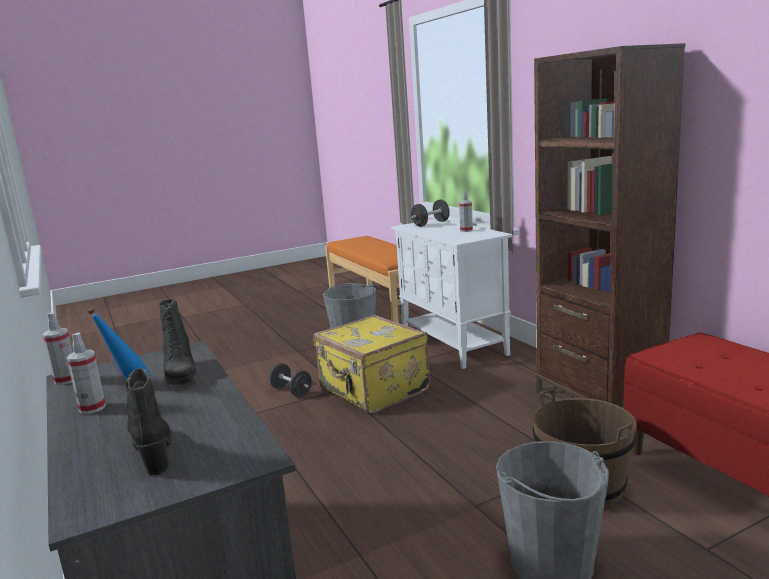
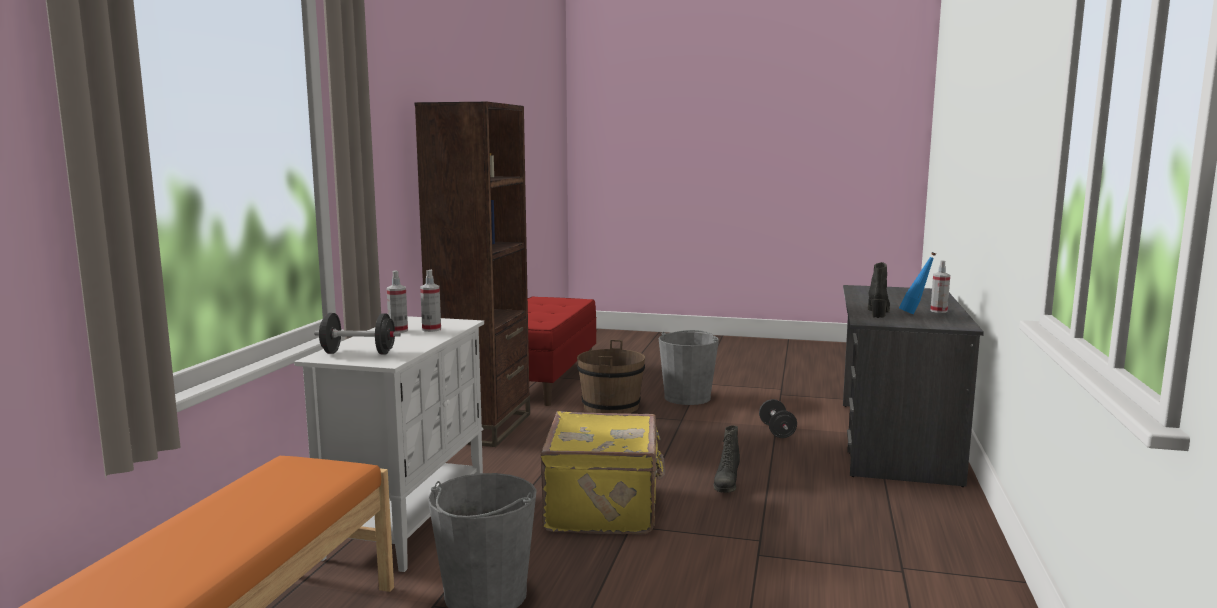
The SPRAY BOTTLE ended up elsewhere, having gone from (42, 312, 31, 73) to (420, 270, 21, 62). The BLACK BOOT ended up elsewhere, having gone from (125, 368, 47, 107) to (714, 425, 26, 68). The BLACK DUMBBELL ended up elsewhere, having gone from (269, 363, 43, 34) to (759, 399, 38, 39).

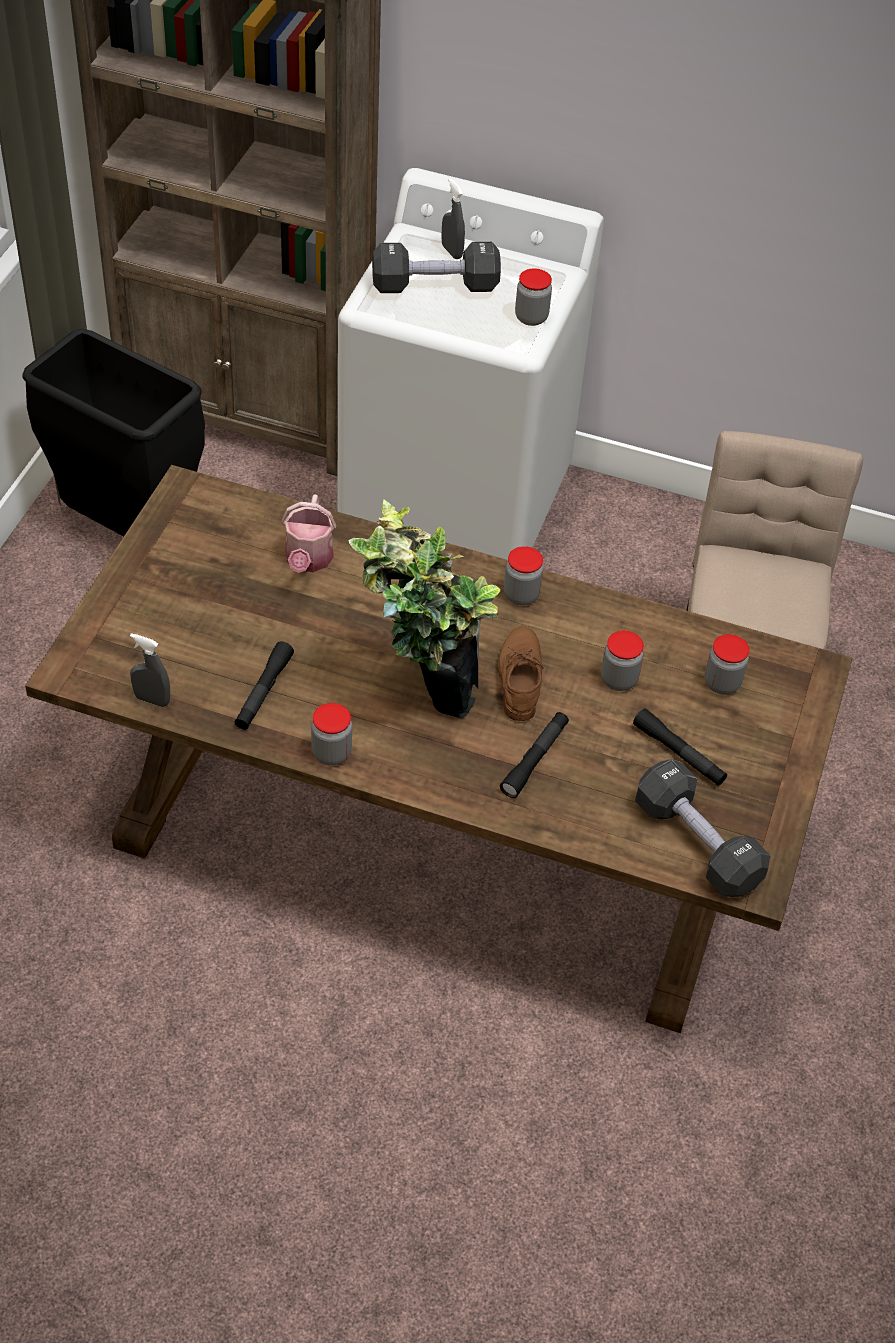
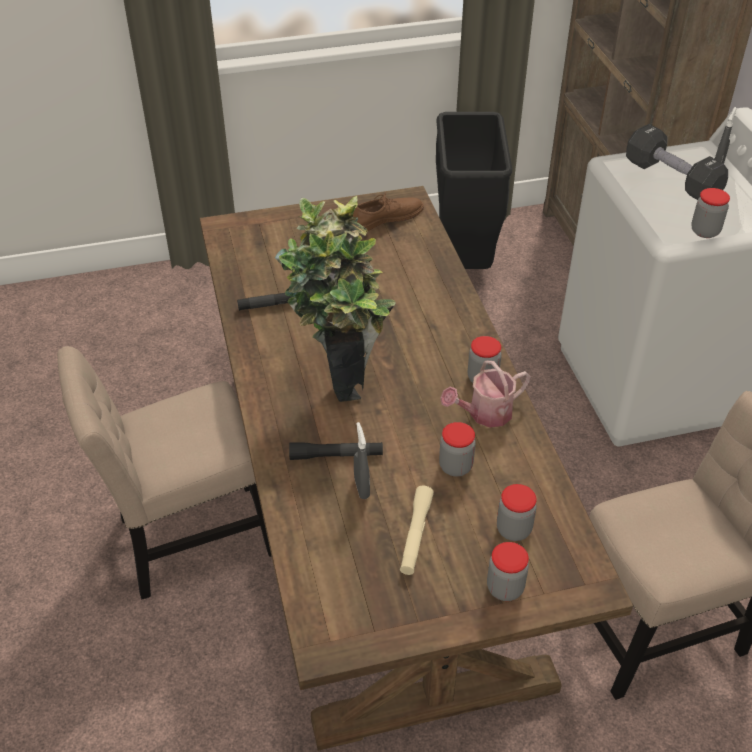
The GREY SPRAY BOTTLE ended up elsewhere, having gone from (130, 633, 40, 74) to (354, 422, 16, 77). The WATERING CAN ended up elsewhere, having gone from (282, 495, 54, 78) to (440, 361, 91, 66). The JAR ended up elsewhere, having gone from (311, 703, 41, 62) to (487, 542, 42, 59). The BROWN SHOE ended up elsewhere, having gone from (497, 627, 46, 94) to (352, 192, 72, 39). What was the BLACK FLASHLIGHT at (633, 709, 94, 77) turned into the BEIGE FLASHLIGHT at (400, 486, 34, 89). The second view lost the BLACK DUMBBELL at (635, 759, 135, 138). The second view gained the BEIGE CHAIR at (57, 346, 214, 253).

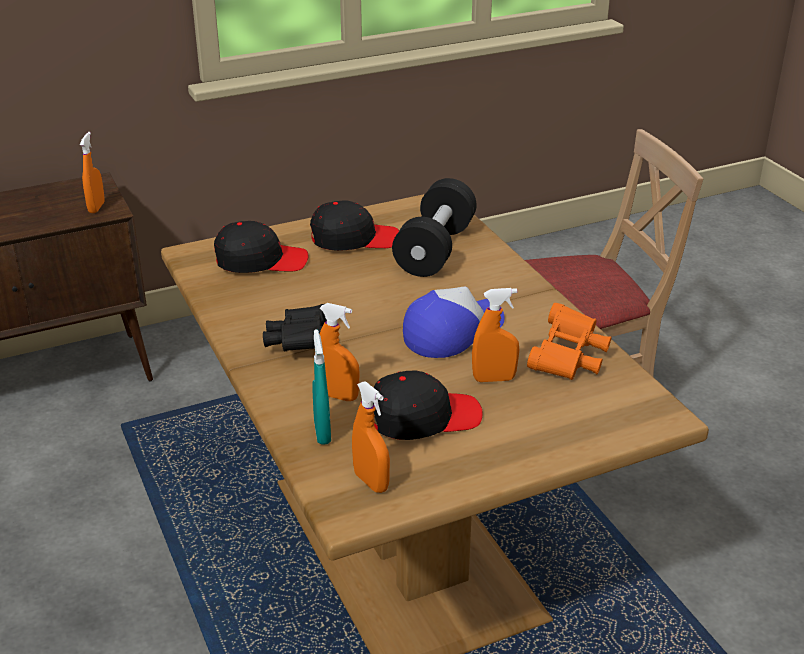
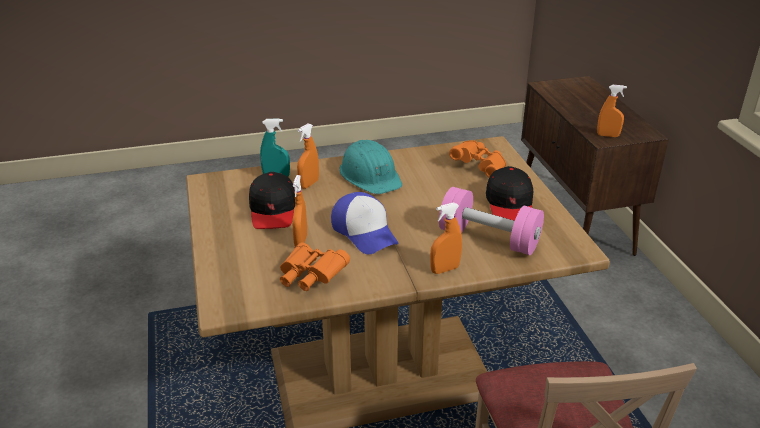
Where the BLACK CAP stood at (214, 221, 94, 52), the ORANGE BINOCULARS came to stand at (449, 140, 57, 37). Where the BLACK BINOCULARS stood at (263, 304, 64, 47), the TURQUOISE HARD HAT came to stand at (339, 140, 64, 54). The ORANGE SPRAY BOTTLE ended up elsewhere, having gone from (352, 381, 38, 112) to (430, 202, 32, 72). What was the BLACK DUMBBELL at (392, 178, 85, 99) turned into the PINK DUMBBELL at (439, 187, 105, 68).

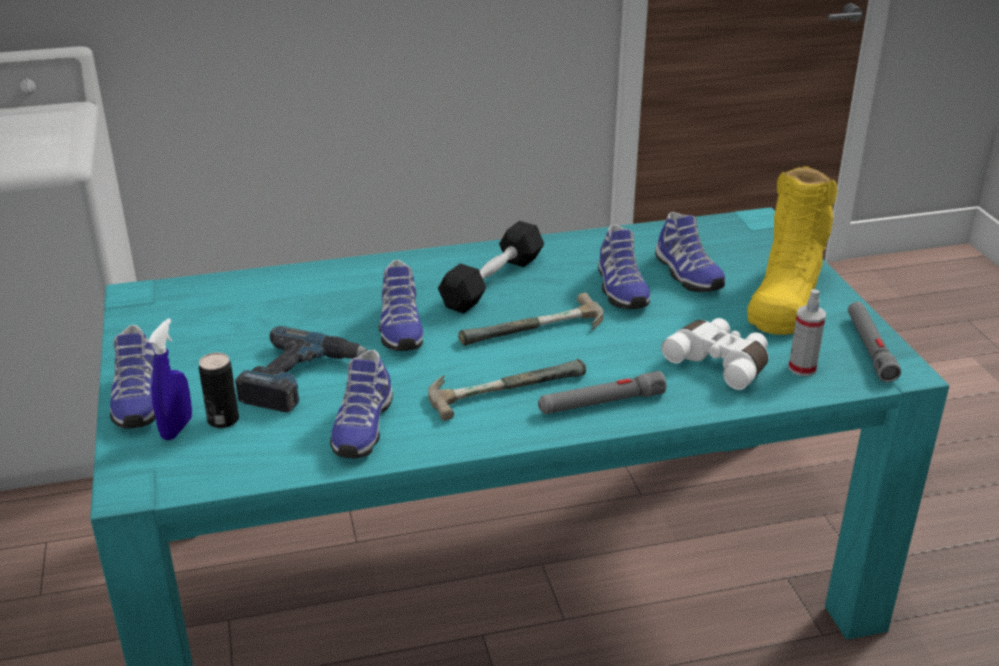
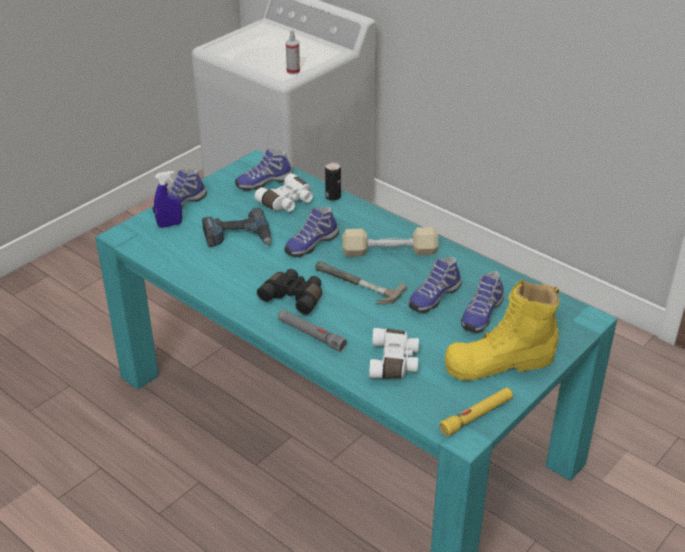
The CAN ended up elsewhere, having gone from (199, 352, 40, 76) to (325, 162, 16, 39). The SHOE ended up elsewhere, having gone from (330, 350, 63, 109) to (235, 149, 58, 42). Where the HAMMER stood at (428, 359, 158, 62), the BLACK BINOCULARS came to stand at (257, 269, 65, 46). What was the BLACK DUMBBELL at (438, 221, 106, 93) turned into the BEIGE DUMBBELL at (342, 227, 96, 30). The SPRAY BOTTLE ended up elsewhere, having gone from (788, 289, 38, 87) to (286, 30, 14, 45). What was the GREY FLASHLIGHT at (848, 302, 53, 80) turned into the YELLOW FLASHLIGHT at (439, 387, 74, 49). The second view gained the WHITE BINOCULARS at (255, 173, 58, 39).

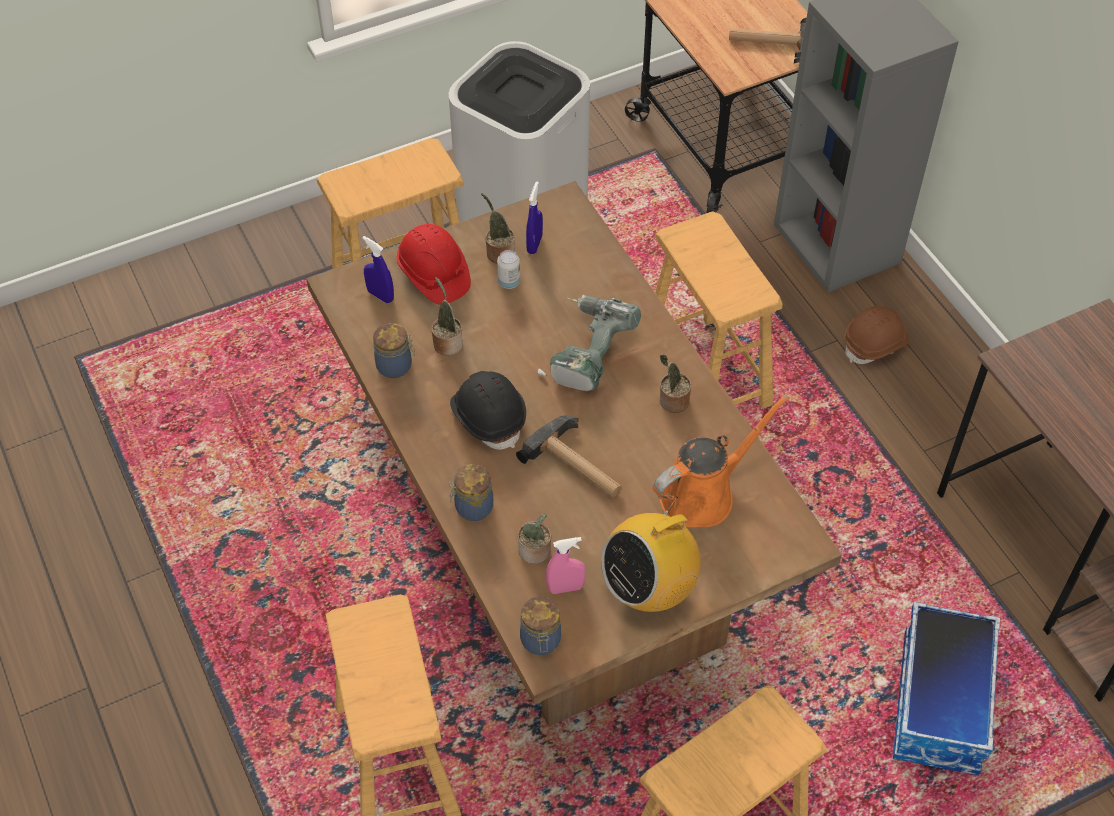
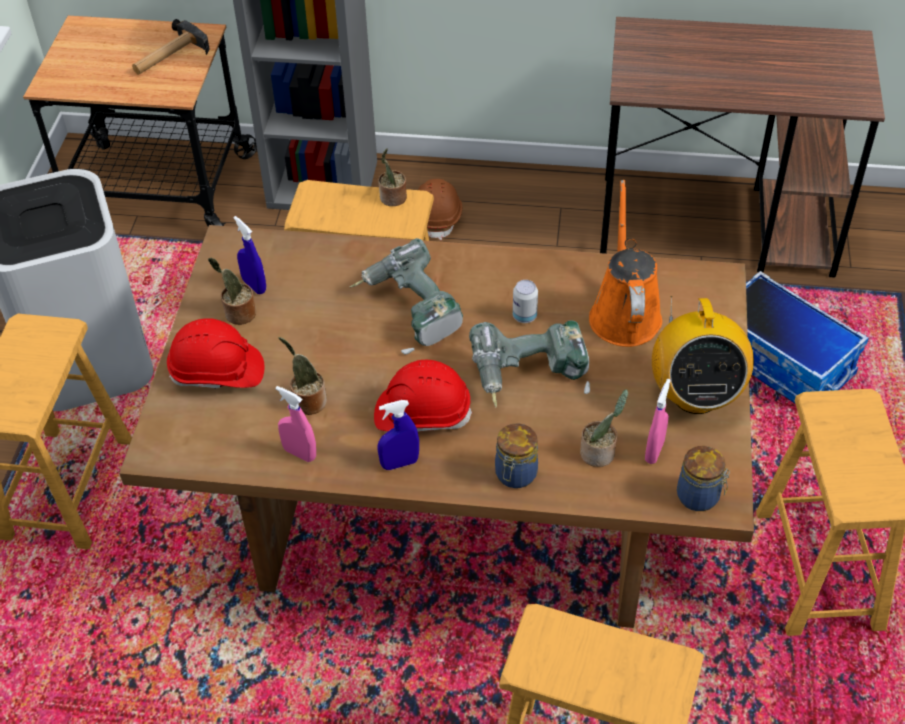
The BLUE SPRAY BOTTLE ended up elsewhere, having gone from (362, 236, 32, 67) to (378, 400, 41, 70). Where the JAR stood at (373, 323, 42, 55), the PINK SPRAY BOTTLE came to stand at (275, 386, 41, 76). What was the BLACK HARD HAT at (450, 371, 76, 79) turned into the RED HARD HAT at (374, 360, 98, 72). The CAN ended up elsewhere, having gone from (497, 250, 23, 39) to (513, 280, 25, 43). Where the HAMMER stood at (516, 415, 106, 82), the POWER DRILL came to stand at (469, 321, 121, 87). The POTTED PLANT ended up elsewhere, having gone from (660, 354, 31, 59) to (378, 148, 29, 58).

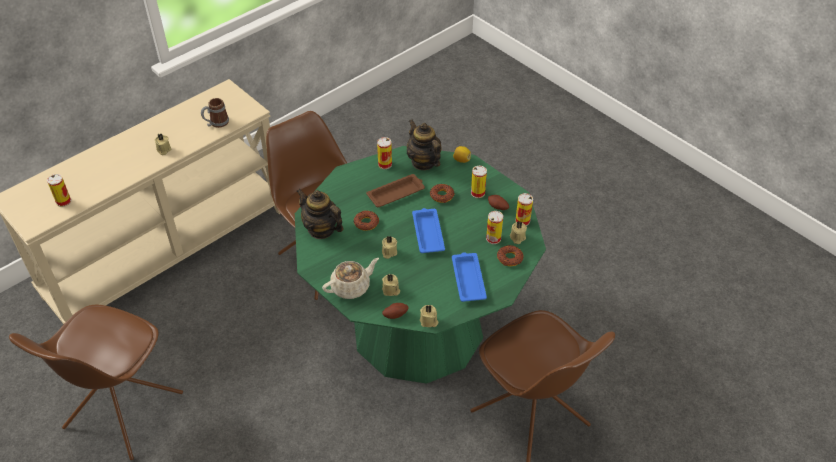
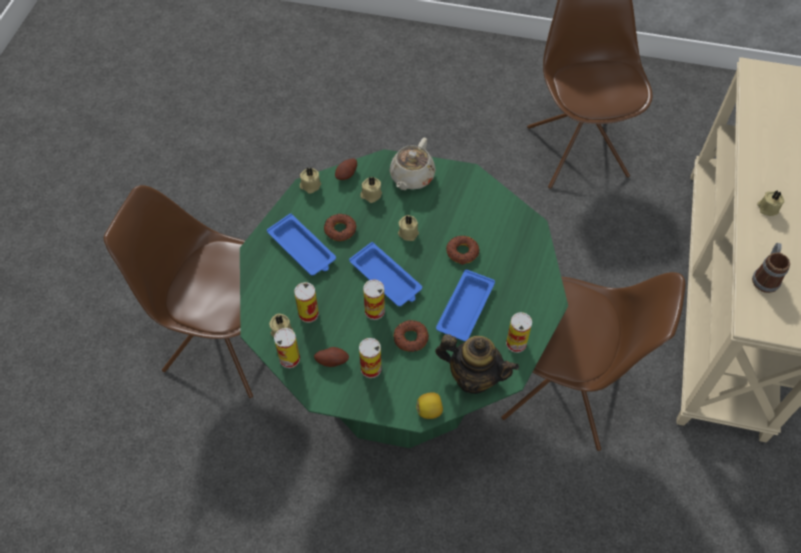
The CAN ended up elsewhere, having gone from (47, 174, 24, 33) to (363, 279, 22, 41). The second view lost the TEAPOT at (296, 189, 48, 50). What was the BROWN TRAY at (366, 174, 59, 33) turned into the BLUE TRAY at (436, 269, 59, 72). The DONUT ended up elsewhere, having gone from (497, 245, 26, 21) to (324, 214, 32, 27).

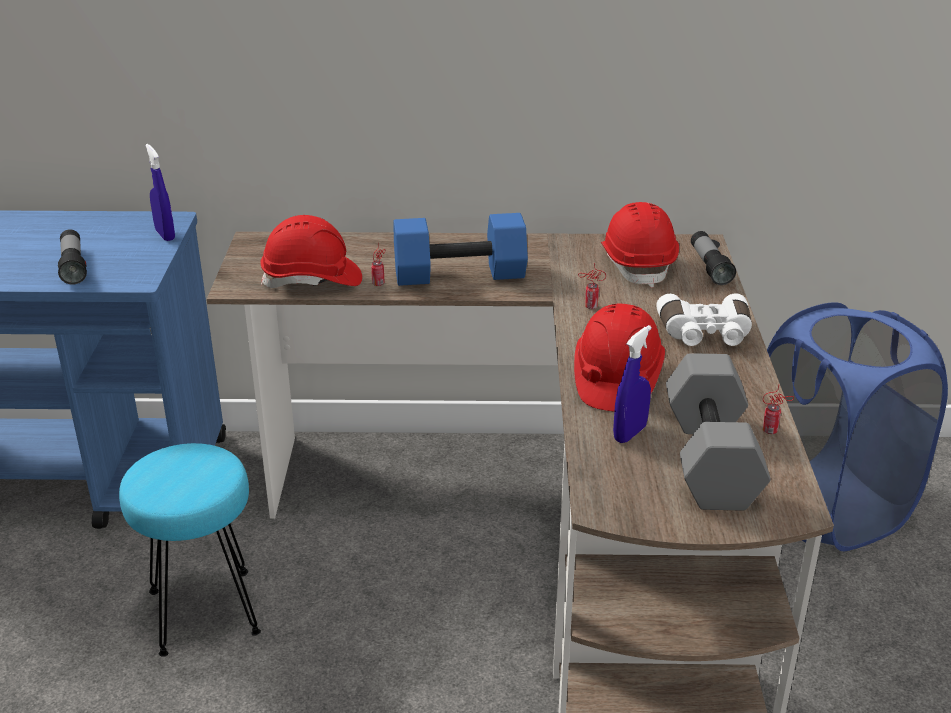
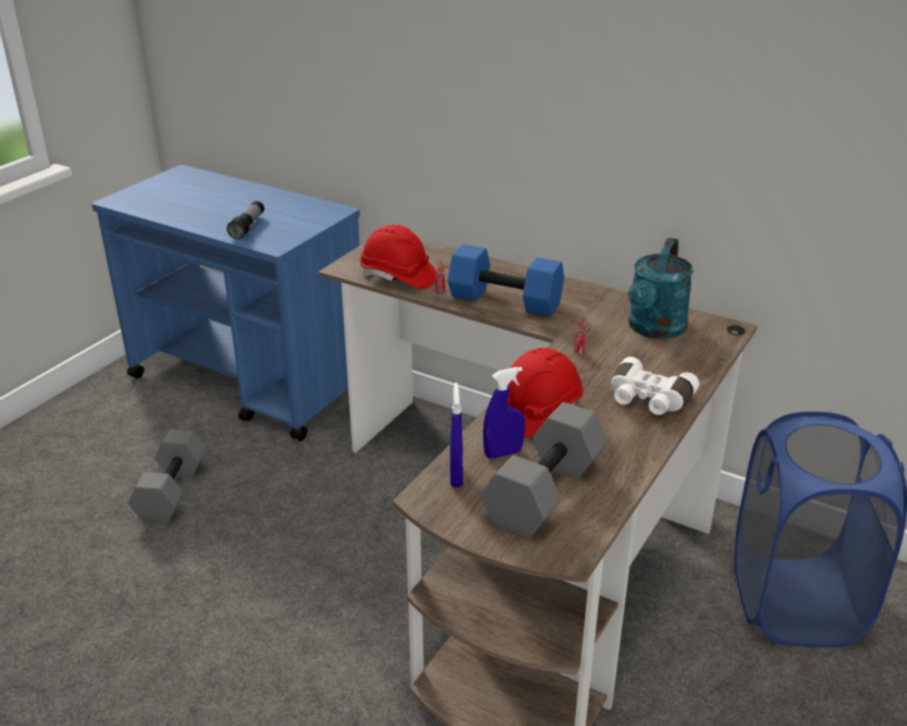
The second view lost the TURQUOISE STOOL at (119, 443, 142, 214). The BLUE SPRAY BOTTLE ended up elsewhere, having gone from (145, 144, 30, 97) to (450, 382, 13, 106). Where the RED HARD HAT stood at (601, 202, 78, 86), the TURQUOISE WATERING CAN came to stand at (628, 238, 66, 101). The second view lost the FLASHLIGHT at (691, 231, 45, 54). The second view lost the CAN at (762, 385, 32, 49). The second view gained the GREY DUMBBELL at (128, 429, 78, 95).

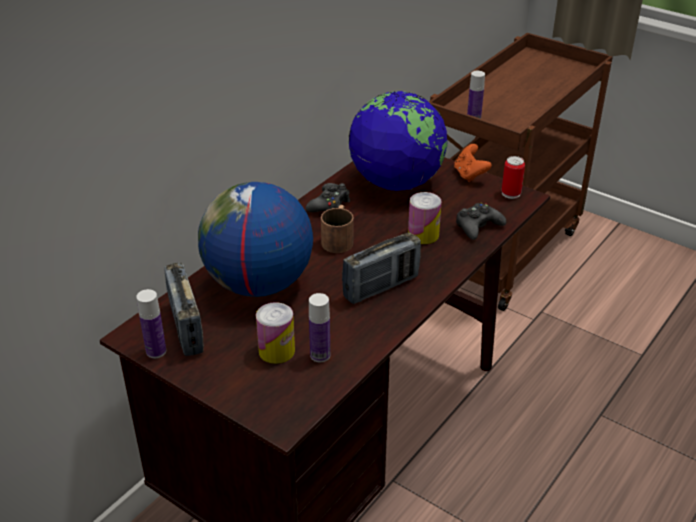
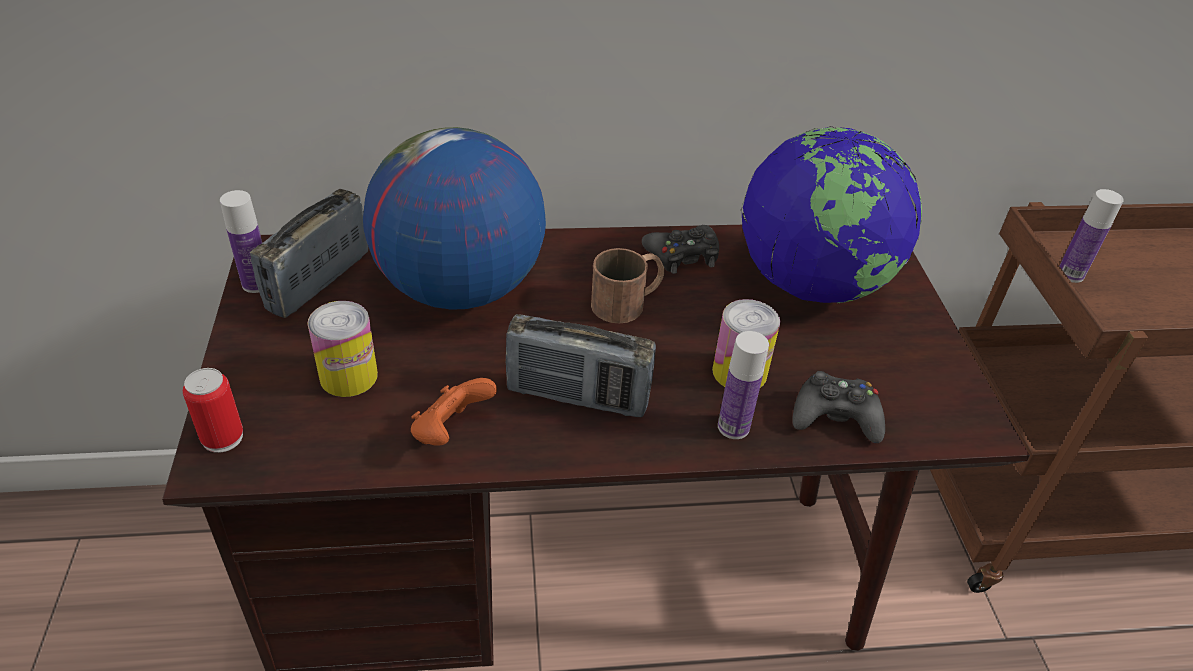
The BOTTLE ended up elsewhere, having gone from (309, 293, 21, 69) to (718, 331, 51, 108). The ORANGE GAME CONTROLLER ended up elsewhere, having gone from (454, 144, 38, 38) to (411, 378, 86, 68). The CAN ended up elsewhere, having gone from (501, 156, 24, 43) to (183, 368, 60, 85).

